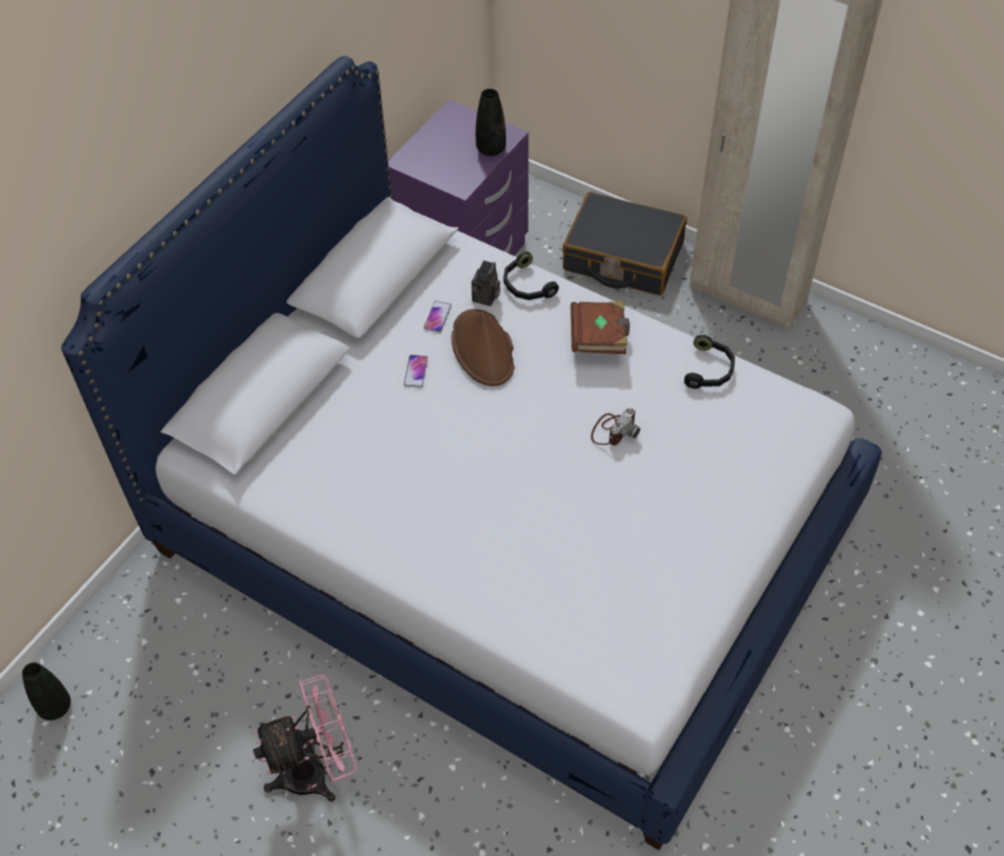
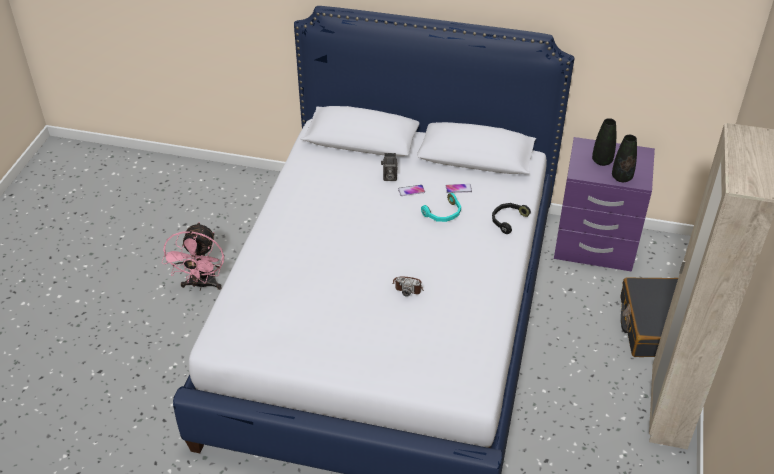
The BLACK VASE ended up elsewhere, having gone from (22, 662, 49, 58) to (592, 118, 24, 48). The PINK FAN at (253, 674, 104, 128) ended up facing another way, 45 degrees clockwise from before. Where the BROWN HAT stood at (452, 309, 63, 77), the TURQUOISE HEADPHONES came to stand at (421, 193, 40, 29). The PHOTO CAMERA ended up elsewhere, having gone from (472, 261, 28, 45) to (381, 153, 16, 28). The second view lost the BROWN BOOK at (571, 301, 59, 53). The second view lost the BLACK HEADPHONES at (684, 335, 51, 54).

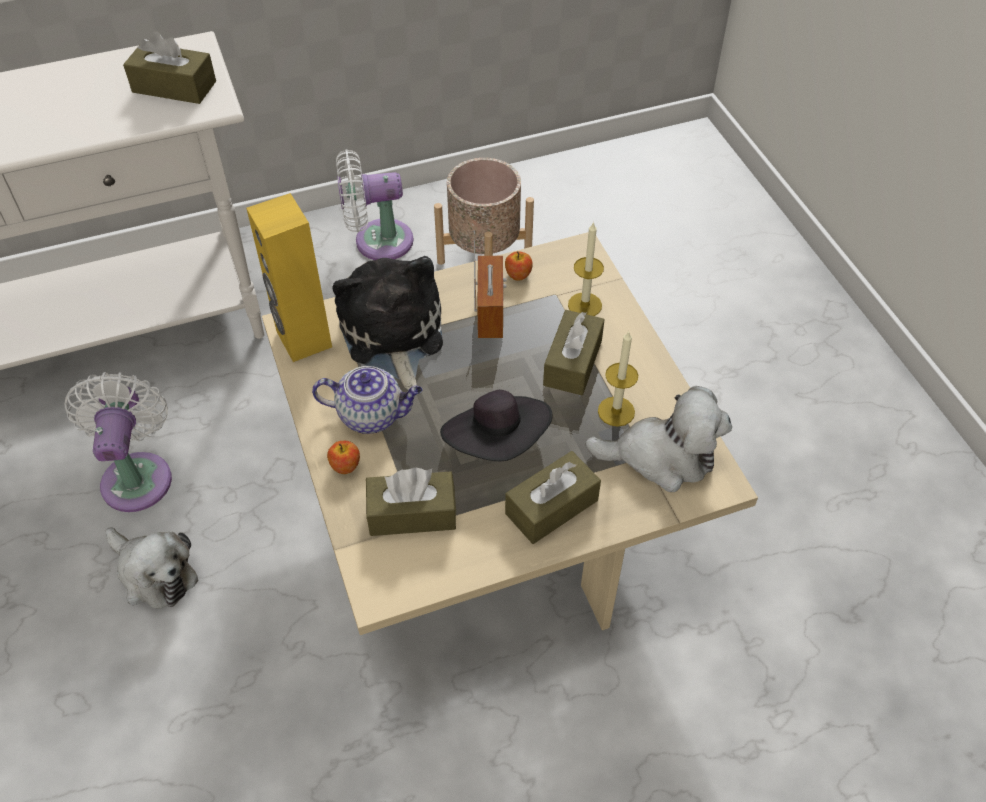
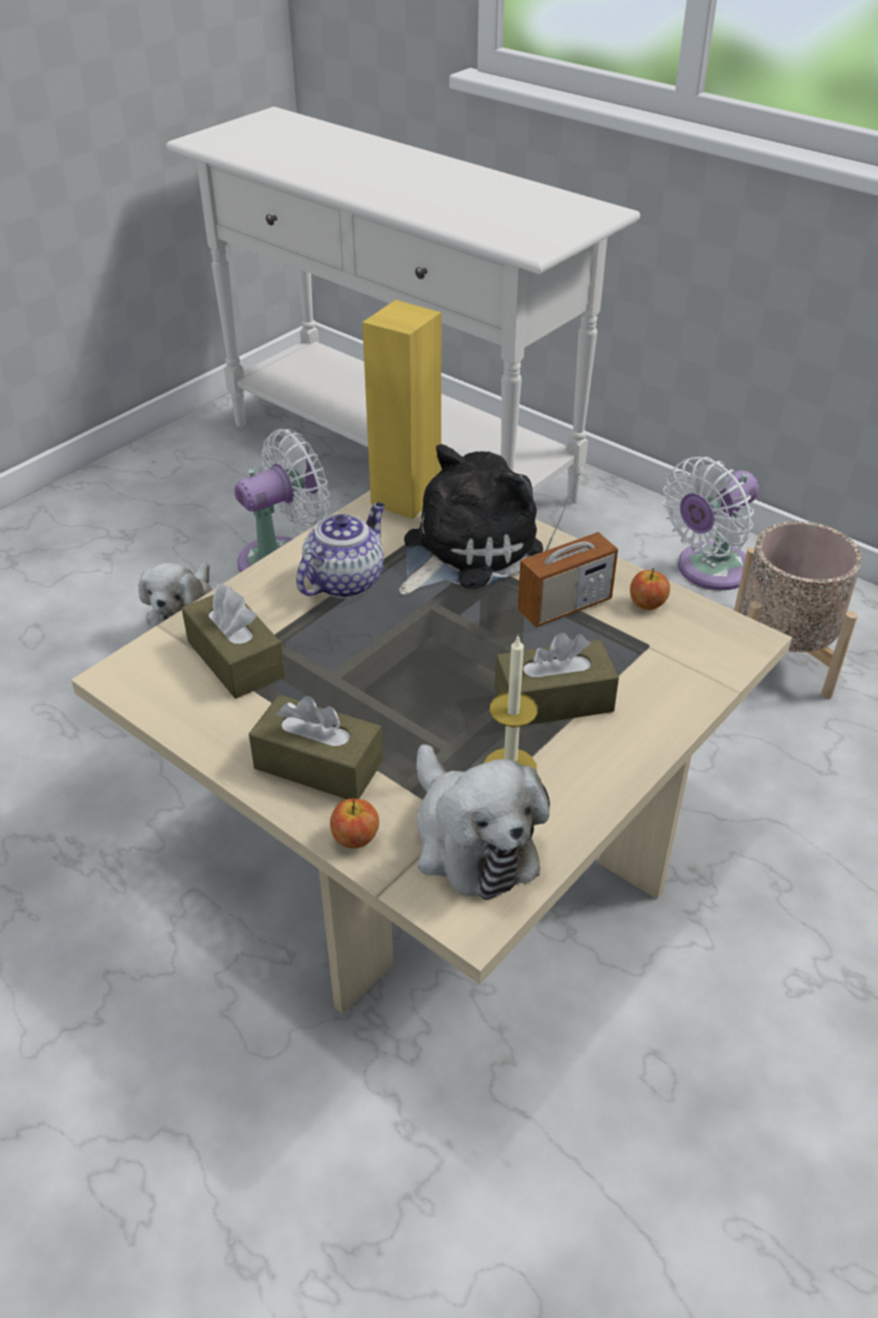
The second view lost the BROWN TISSUE BOX at (123, 31, 93, 73). The TEAPOT at (312, 366, 110, 68) ended up facing another way, 120 degrees counterclockwise from before. The APPLE ended up elsewhere, having gone from (327, 441, 33, 33) to (330, 799, 49, 49). The WHITE FAN at (336, 150, 78, 110) ended up facing another way, 90 degrees counterclockwise from before. The second view lost the BLACK HAT at (440, 390, 113, 71). The second view lost the CANDLE at (568, 221, 36, 95).

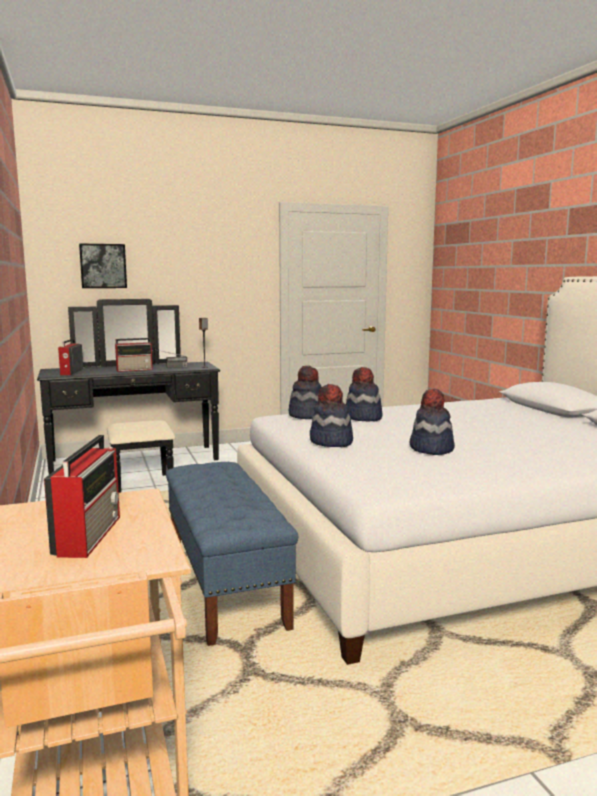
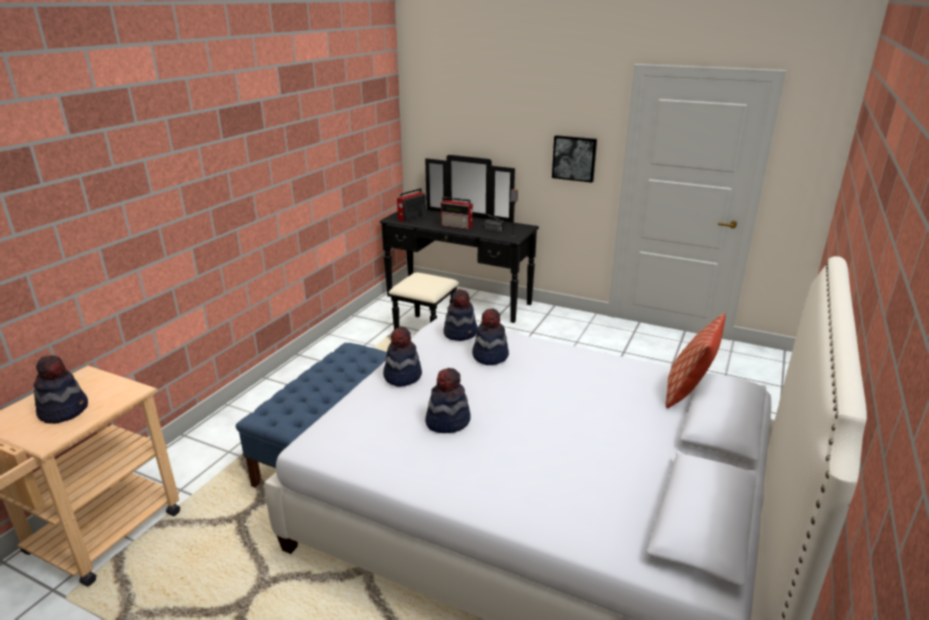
Where the RADIO stood at (44, 435, 76, 123), the HAT came to stand at (34, 355, 54, 69). The PICTURE ended up elsewhere, having gone from (79, 243, 48, 45) to (552, 135, 45, 48). The second view gained the PILLOW at (666, 313, 60, 95).

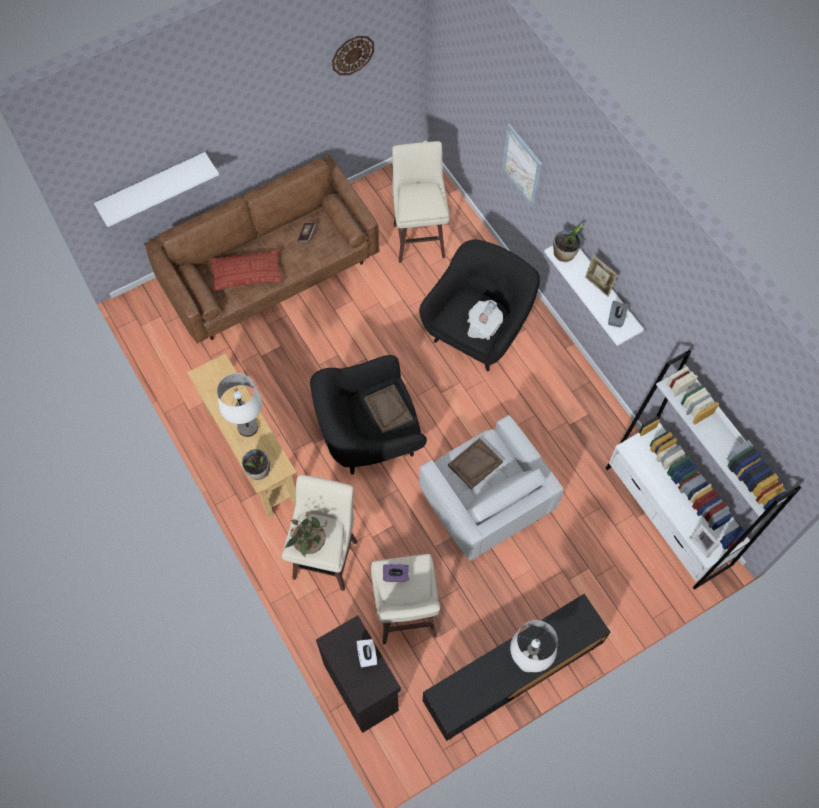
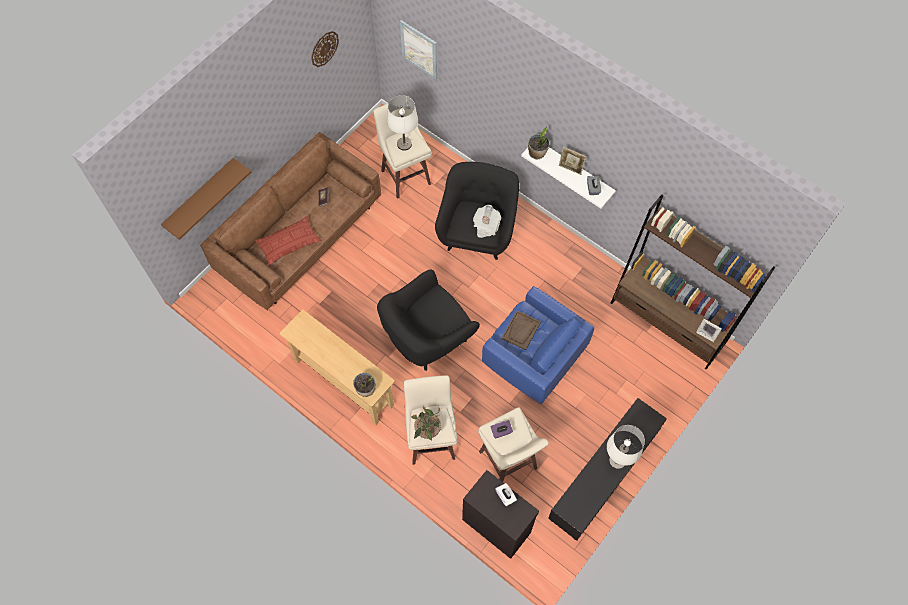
What was the WHITE SHELF at (94, 152, 125, 75) turned into the BROWN SHELF at (161, 158, 91, 82). The WHITE TABLE LAMP ended up elsewhere, having gone from (217, 373, 45, 64) to (387, 95, 31, 56). The second view lost the BROWN TRAY at (364, 384, 49, 50). What was the WHITE ARMCHAIR at (419, 415, 145, 146) turned into the BLUE ARMCHAIR at (482, 286, 112, 118). The PICTURE ended up elsewhere, having gone from (502, 123, 40, 85) to (400, 20, 37, 59). What was the WHITE BOOKCASE at (606, 350, 195, 240) turned into the BROWN BOOKCASE at (611, 194, 164, 176).

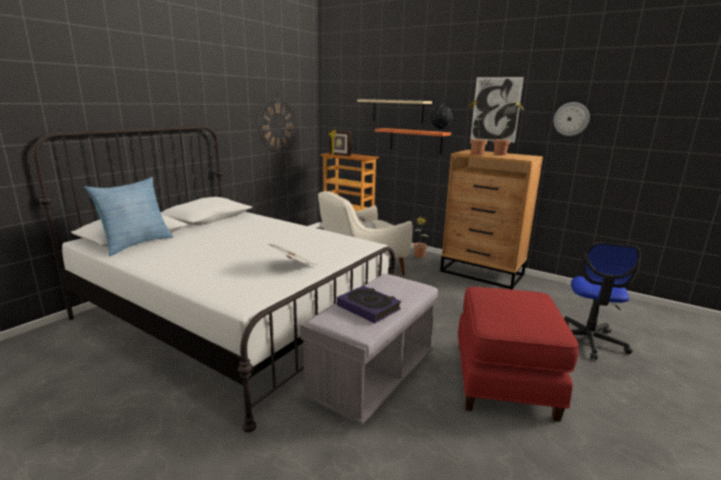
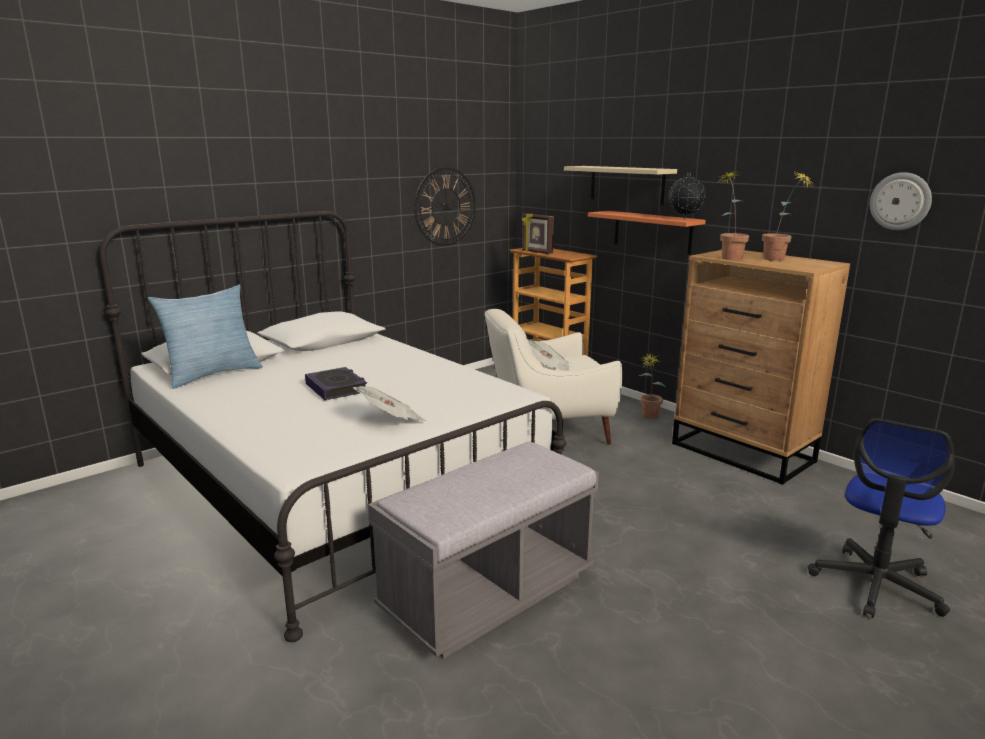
The BOOK ended up elsewhere, having gone from (337, 286, 64, 37) to (305, 367, 62, 33). The second view lost the RED OTTOMAN at (458, 287, 121, 135). The second view lost the PICTURE at (471, 77, 53, 66).

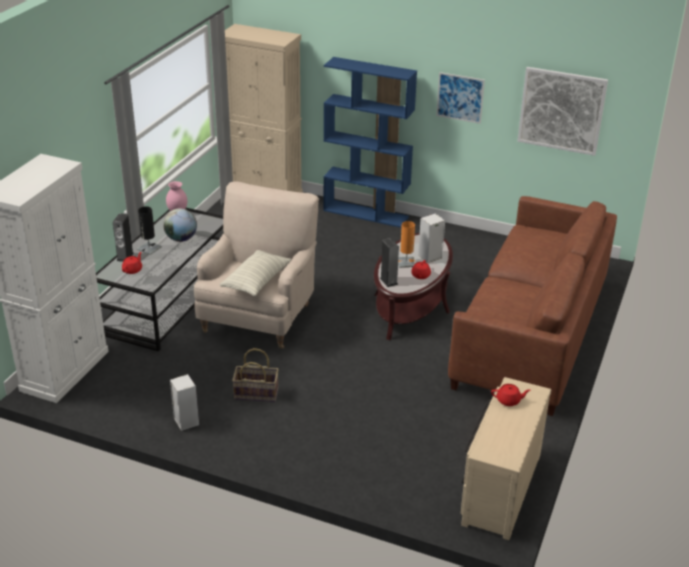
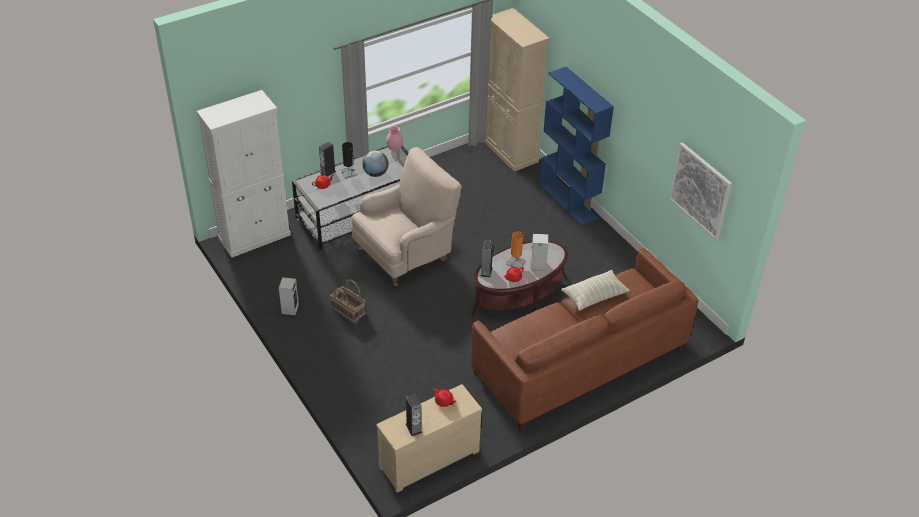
The PILLOW ended up elsewhere, having gone from (219, 250, 73, 46) to (561, 270, 69, 41). The second view lost the PICTURE at (436, 72, 49, 52). The second view gained the SPEAKER at (406, 394, 16, 42).

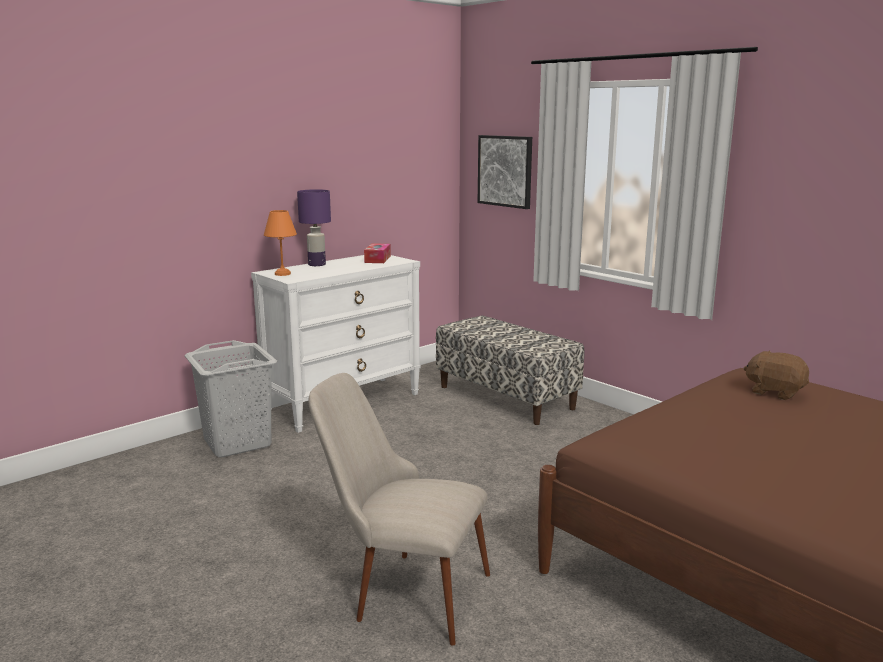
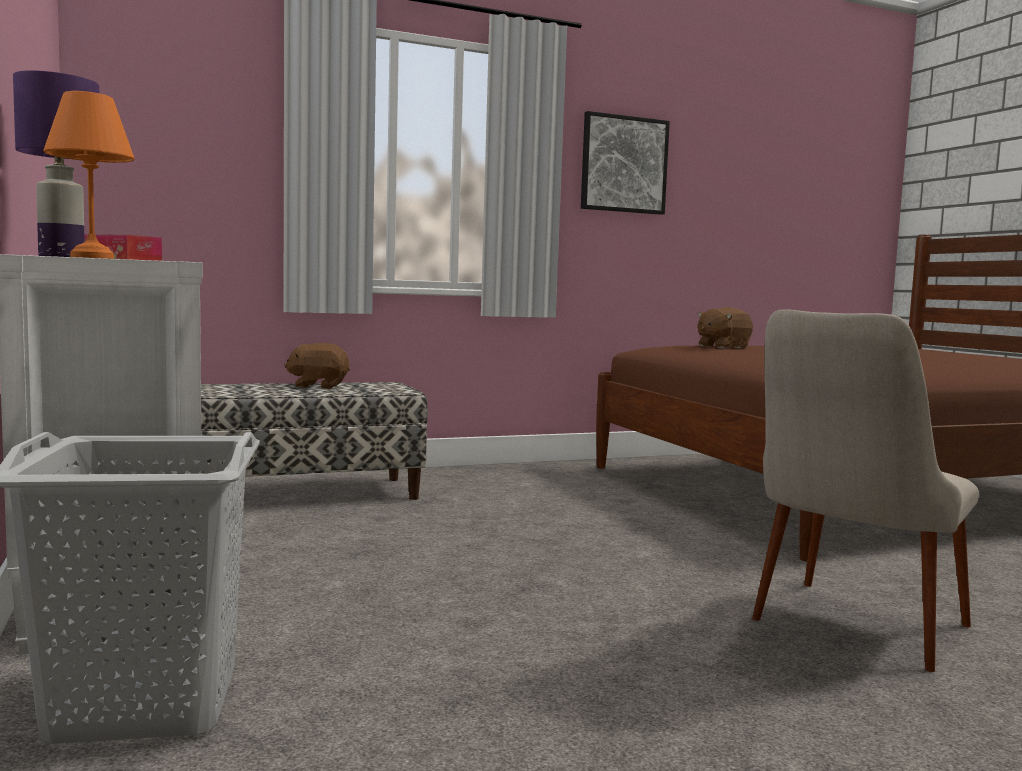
The PICTURE ended up elsewhere, having gone from (478, 135, 54, 74) to (581, 111, 89, 104). The second view gained the BROWN PLUSH TOY at (284, 343, 66, 46).

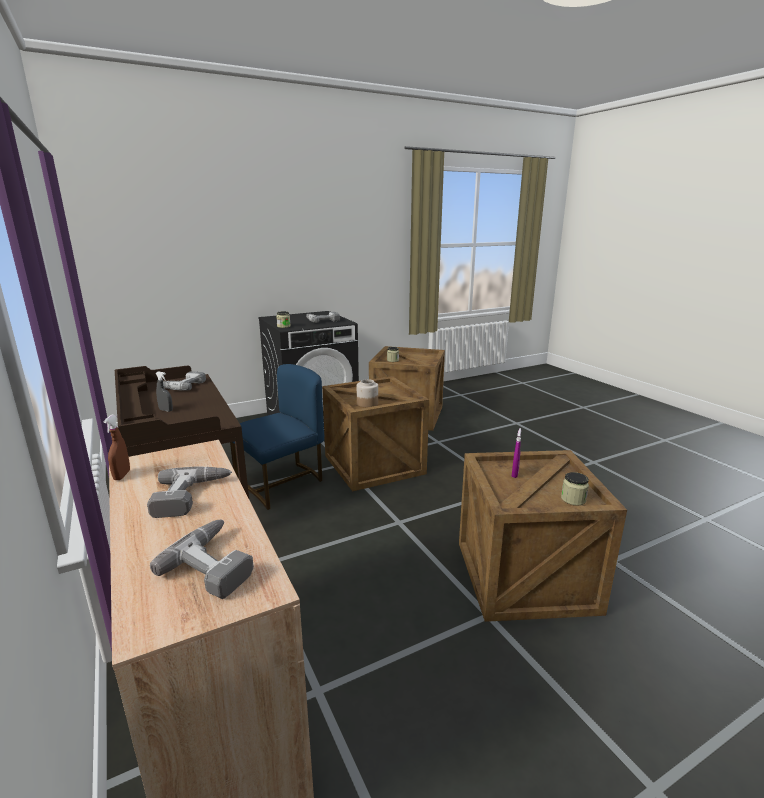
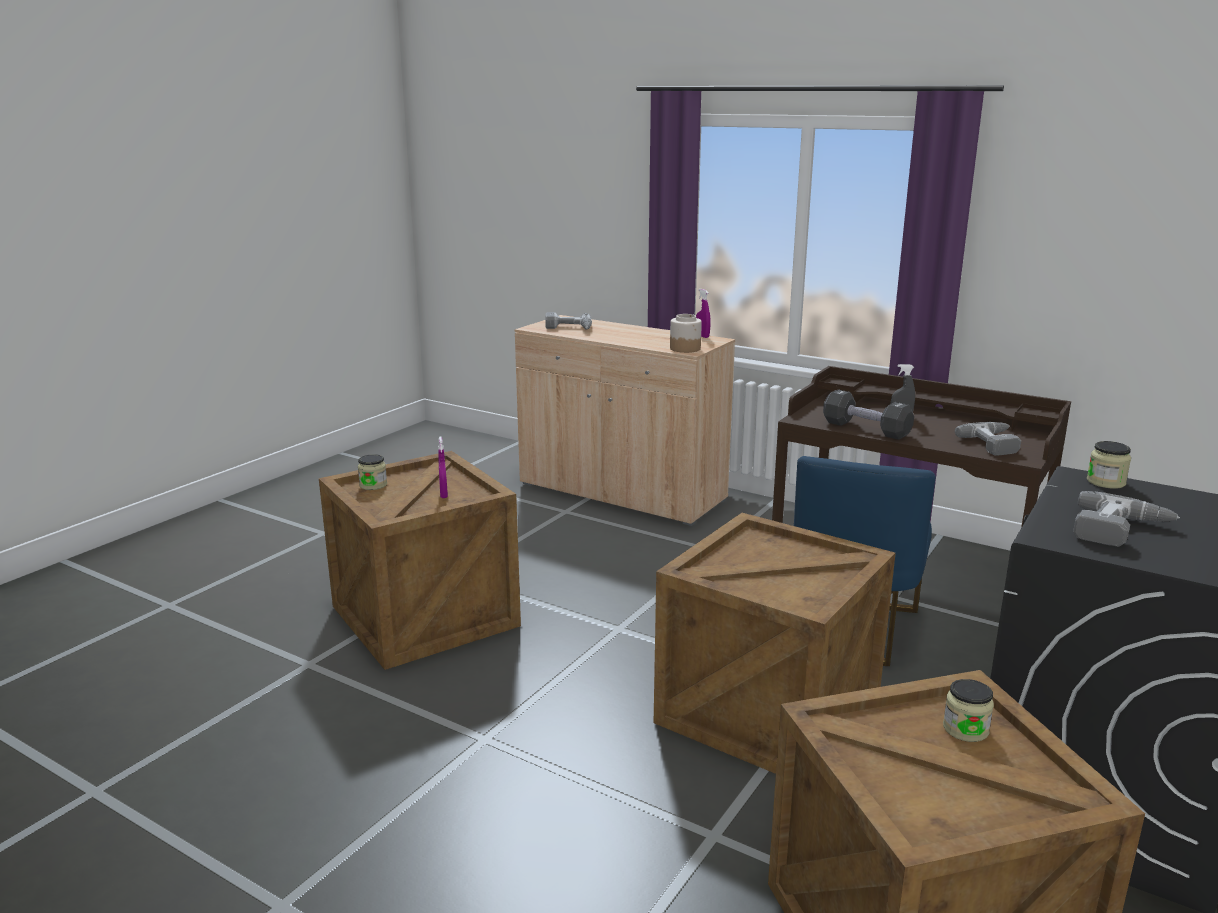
What was the BROWN SPRAY BOTTLE at (104, 415, 26, 65) turned into the PURPLE SPRAY BOTTLE at (696, 289, 14, 49). The second view lost the POWER DRILL at (147, 467, 85, 51). The JAR ended up elsewhere, having gone from (357, 379, 21, 28) to (670, 314, 32, 39). The second view gained the BLACK DUMBBELL at (823, 389, 91, 51).

